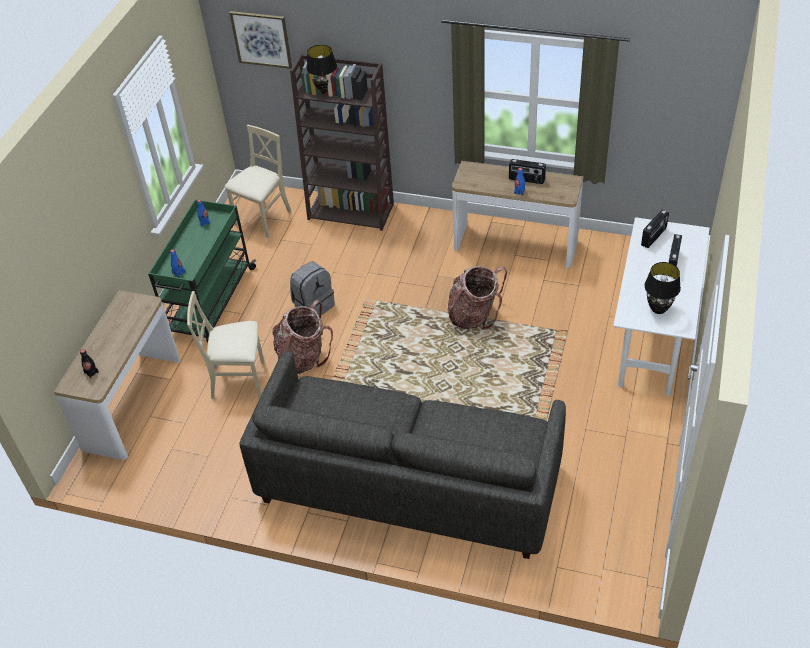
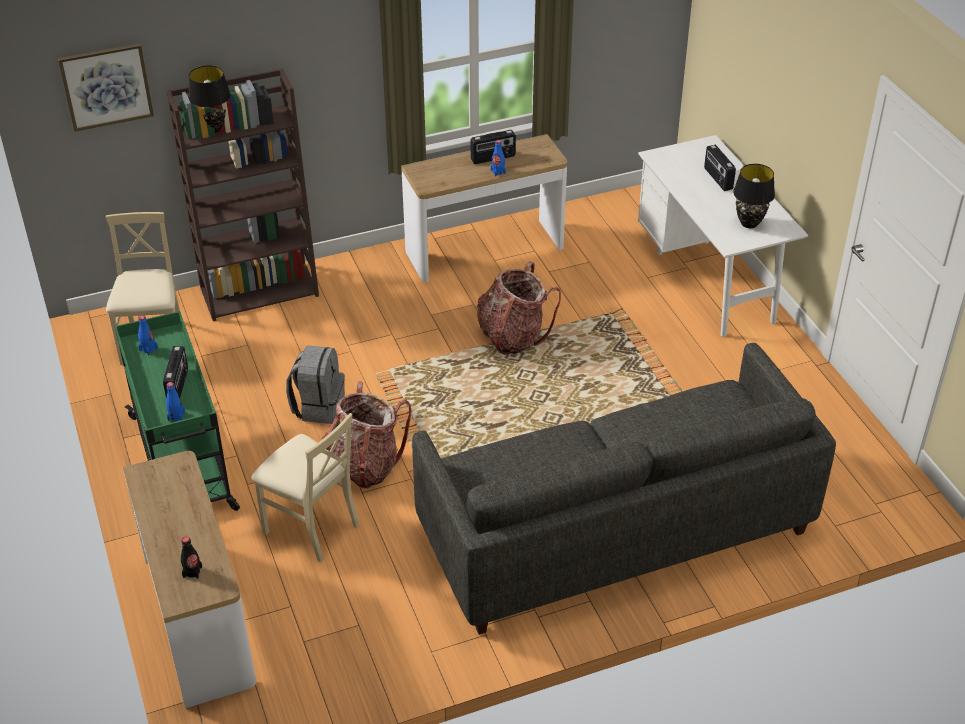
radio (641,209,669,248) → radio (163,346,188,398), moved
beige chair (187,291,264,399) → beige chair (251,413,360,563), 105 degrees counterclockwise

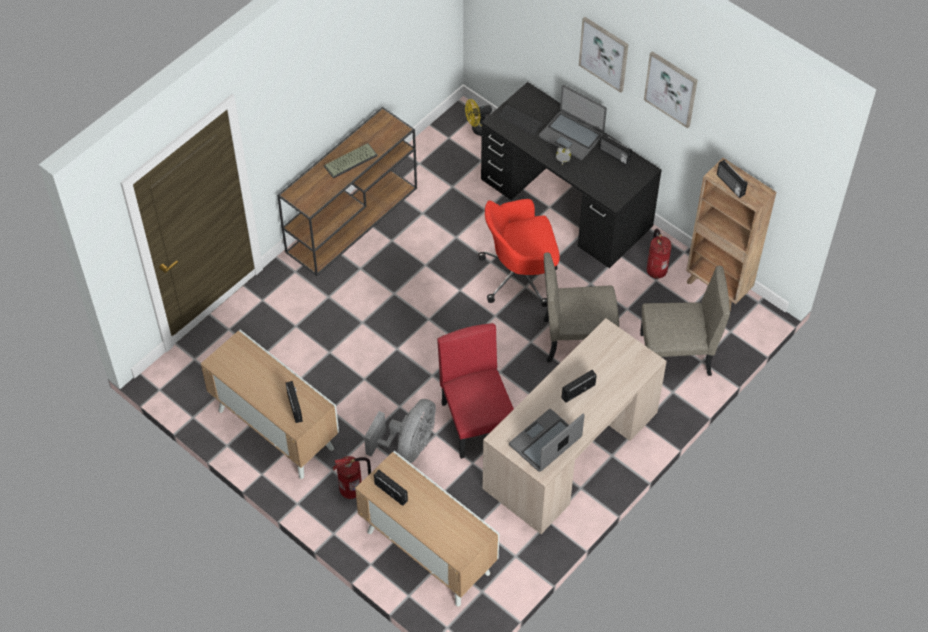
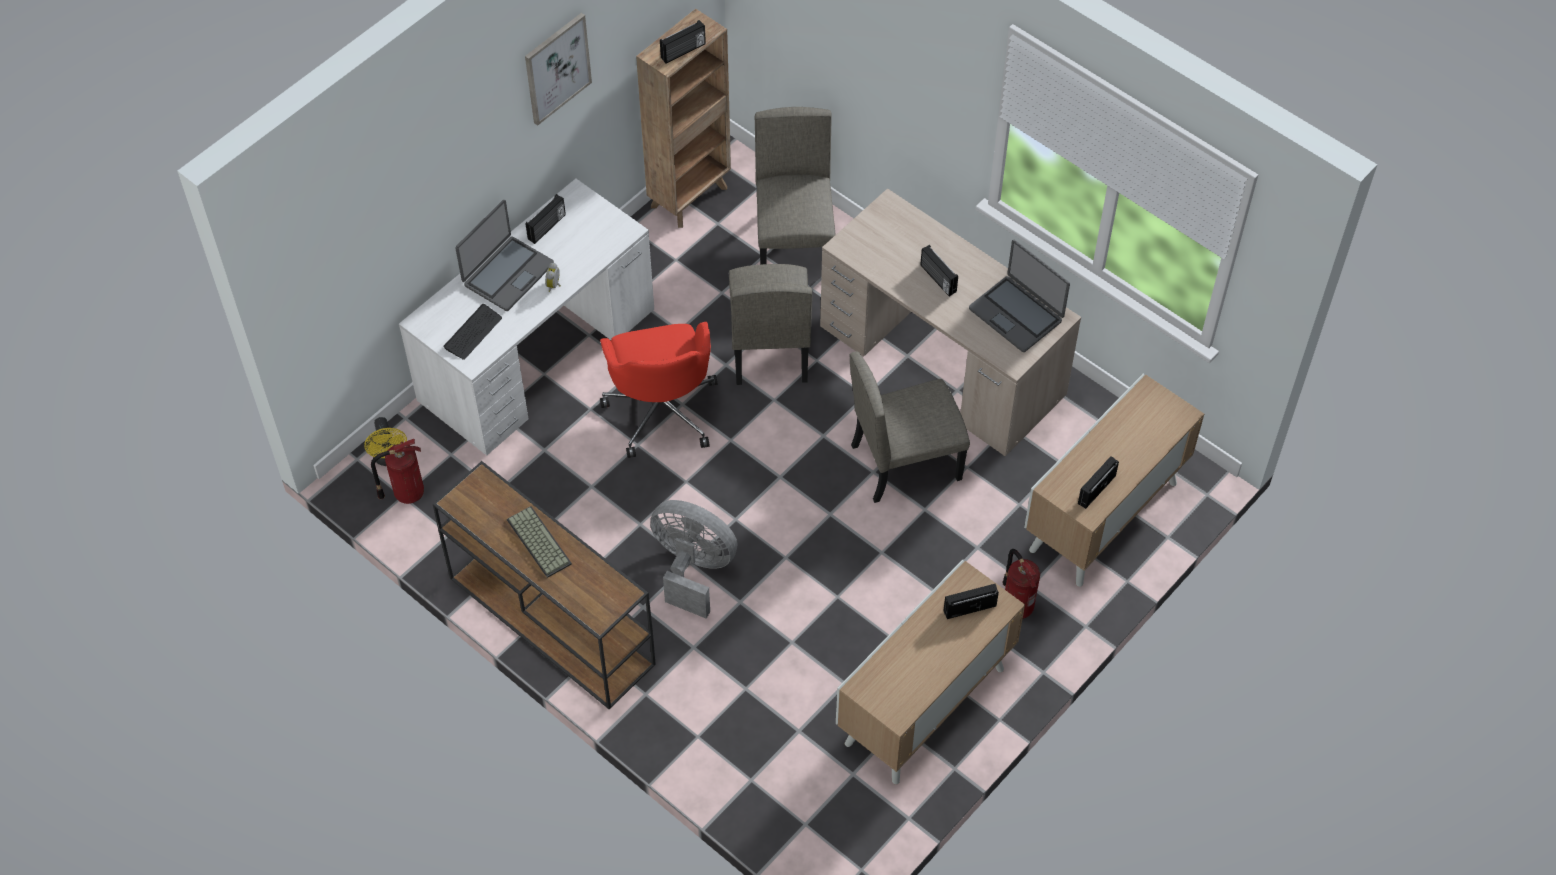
picture (579,17,629,93) → -
grey fan (364,399,436,463) → grey fan (650,500,738,619), moved
fire extinguisher (647,229,672,279) → fire extinguisher (371,439,424,504), moved
red chair (437,323,514,459) → beige chair (850,352,970,503)
black desk (481,82,662,268) → white desk (399,179,654,456)

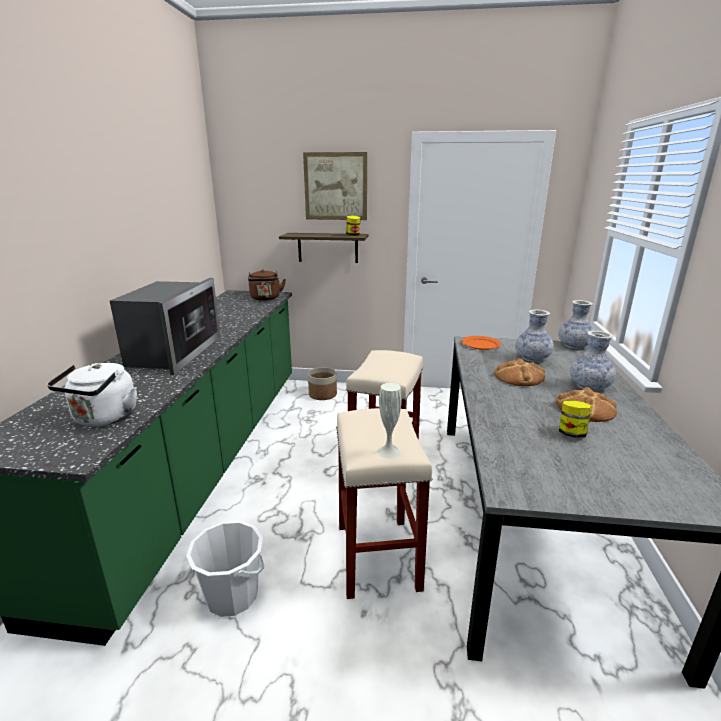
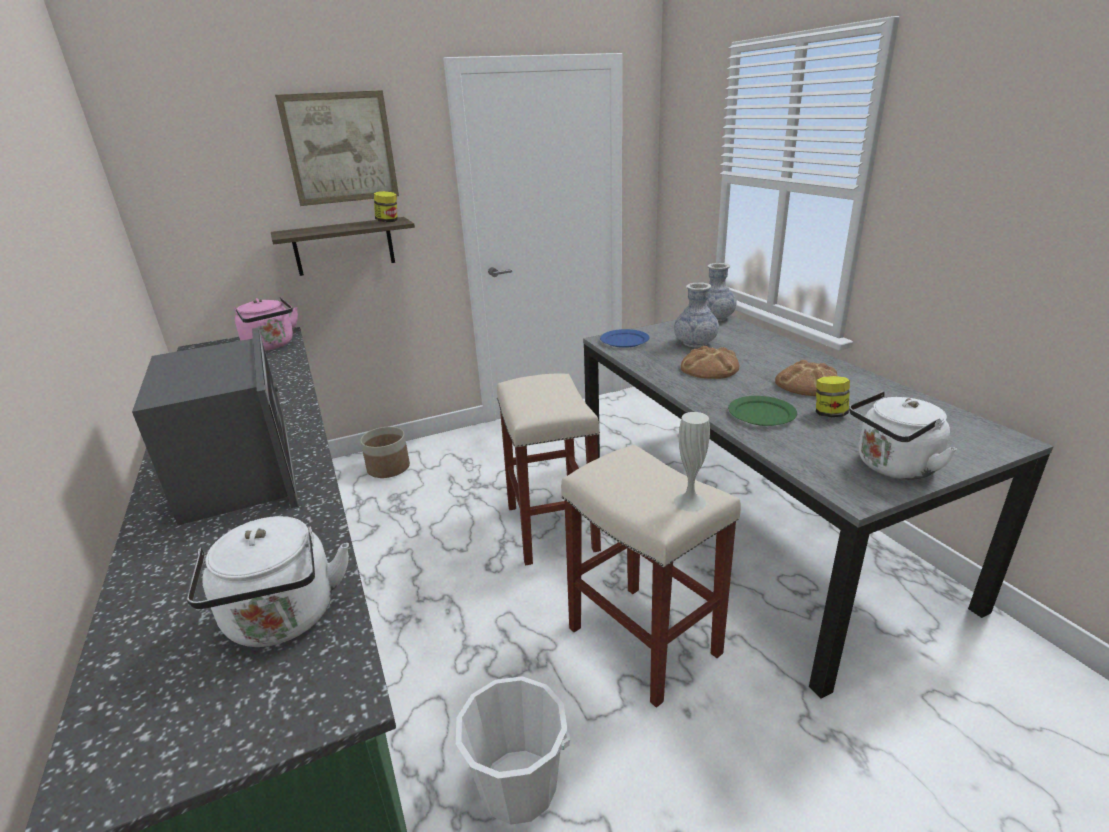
vase (570,331,616,392) → -
- → green plate (728,396,797,426)
- → white kettle (849,392,957,480)
brown kettle (248,269,286,301) → pink kettle (234,297,298,351)
orange plate (462,336,501,350) → blue plate (600,329,650,348)

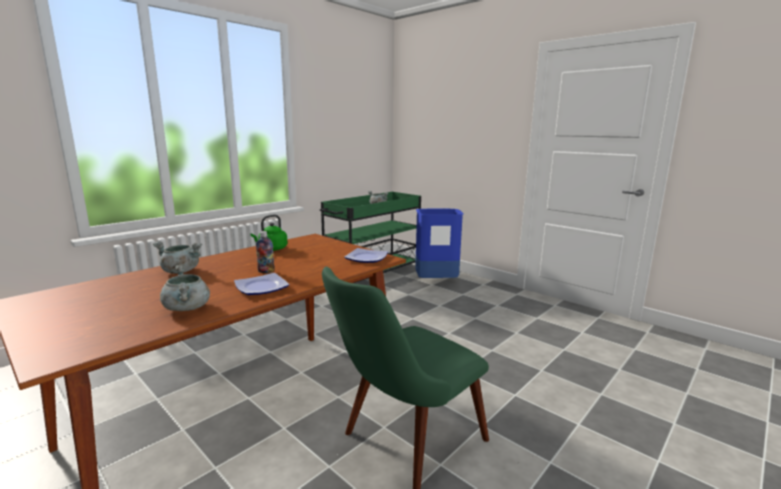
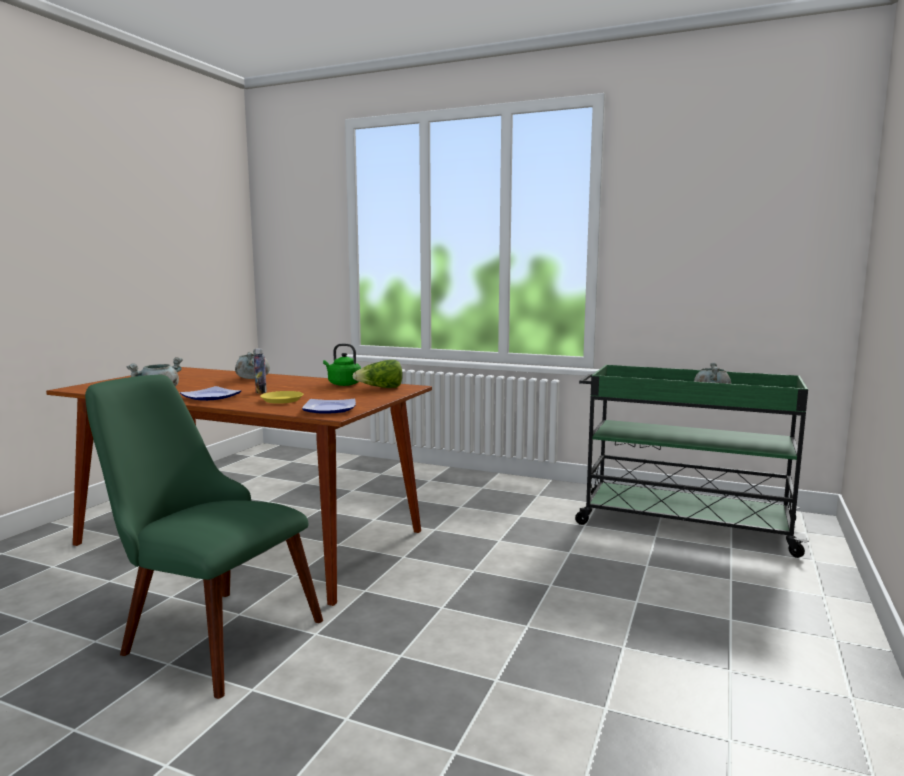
blue trash can (415,209,464,278) → -
- → yellow plate (260,391,304,404)
- → lettuce (353,360,403,388)

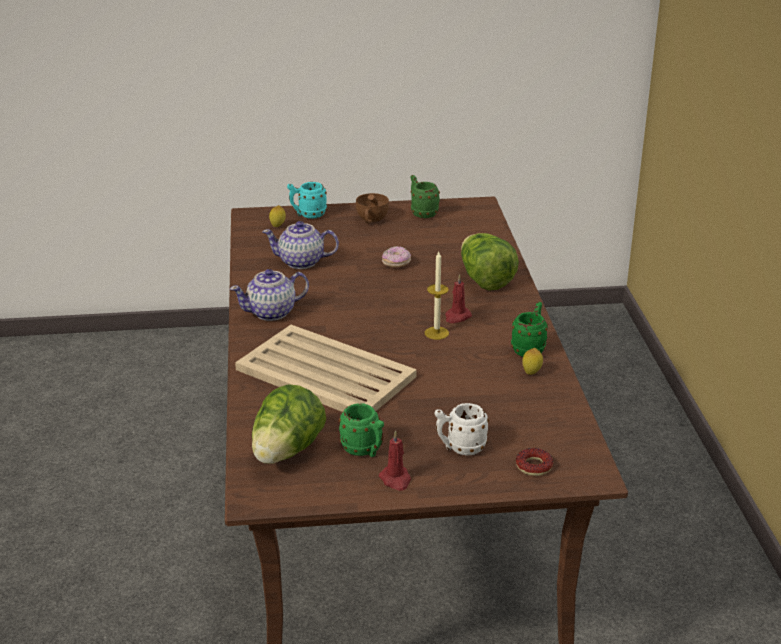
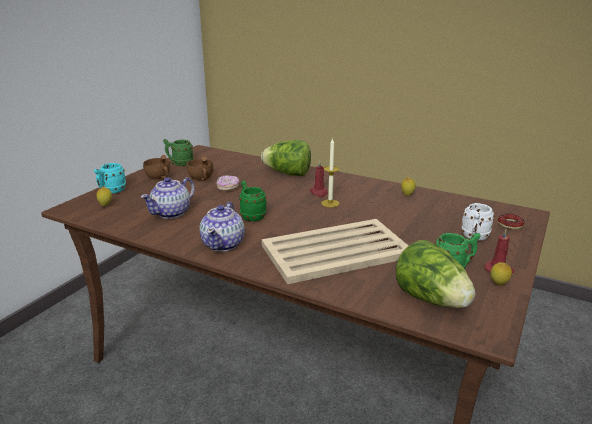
- → brown cup (187,157,213,181)
- → lemon (491,262,512,285)
green mug (511,302,548,357) → green mug (239,181,267,221), moved

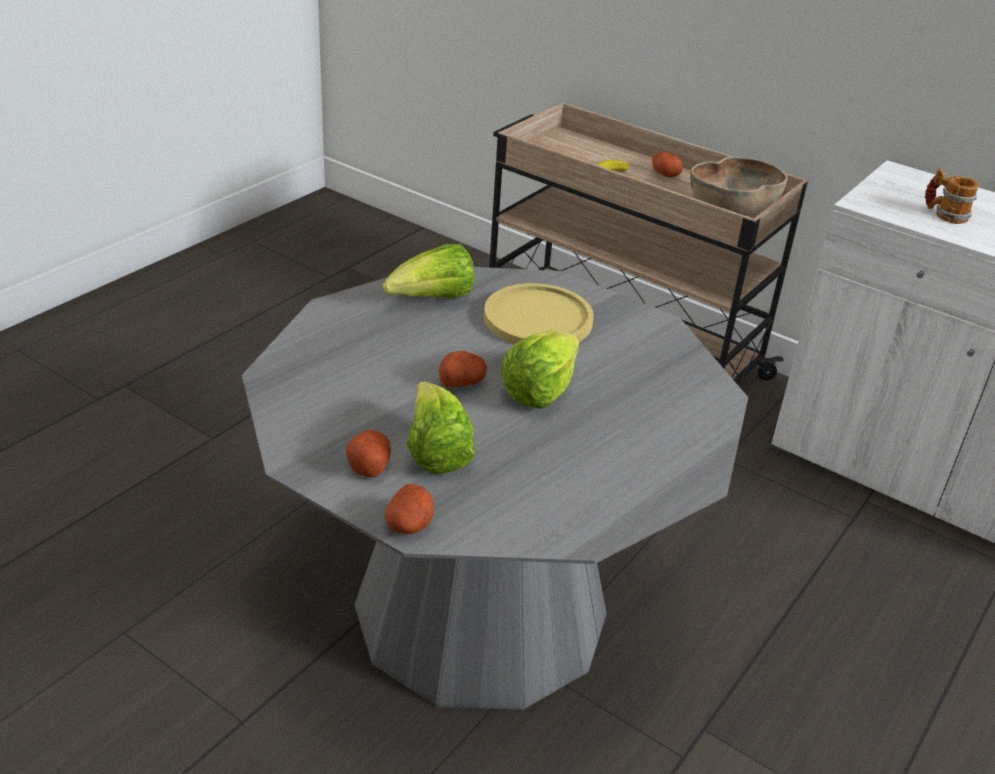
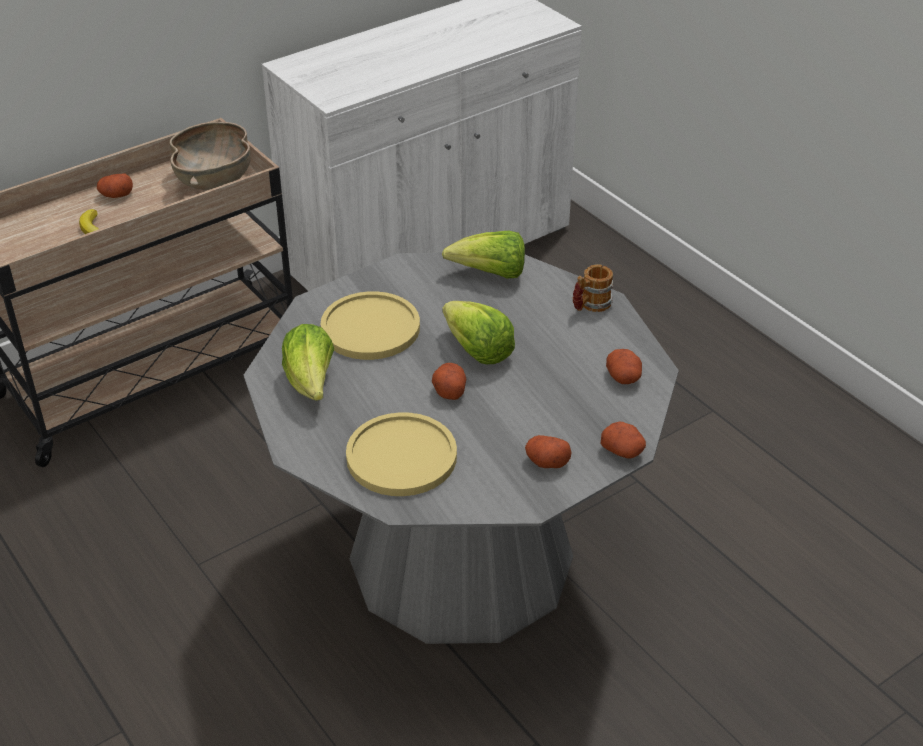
- → yellow plate (346,412,457,496)
- → potato (606,349,642,384)
lettuce (406,382,474,474) → lettuce (442,230,525,279), moved
mug (925,168,979,224) → mug (573,264,614,312), moved

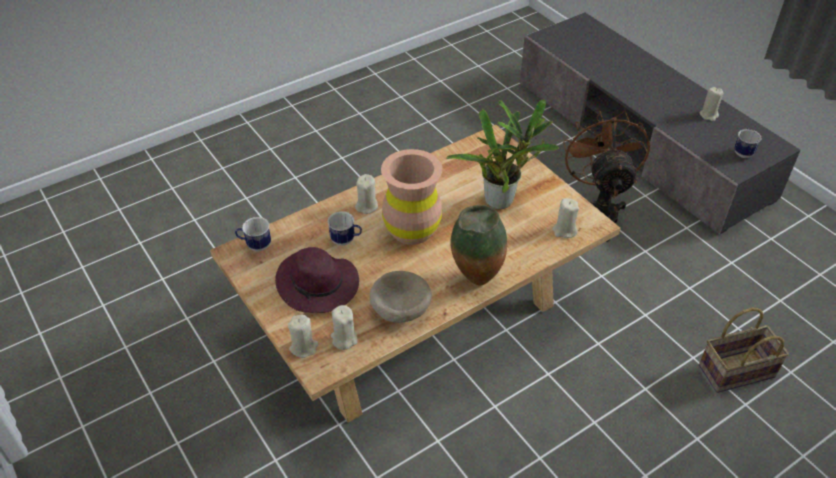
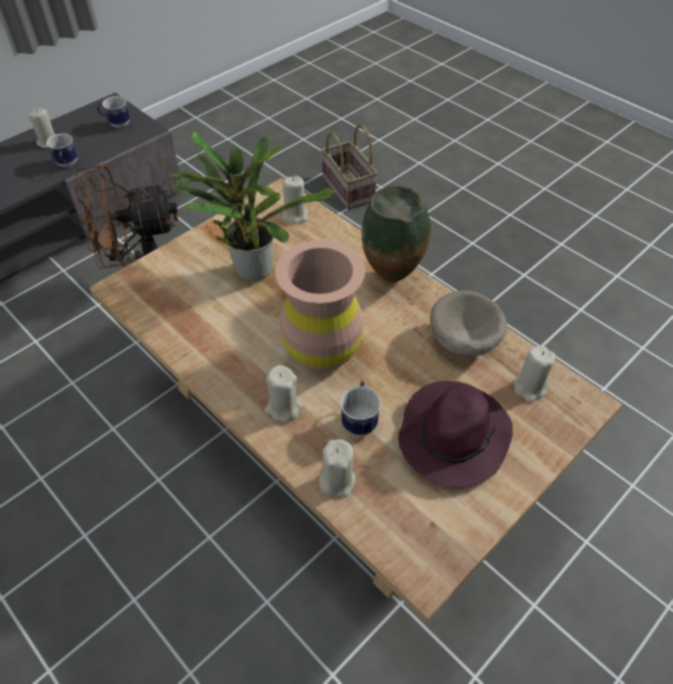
mug (235,217,271,251) → mug (46,133,78,167), moved
beige candle (288,315,318,358) → beige candle (319,439,356,497), moved

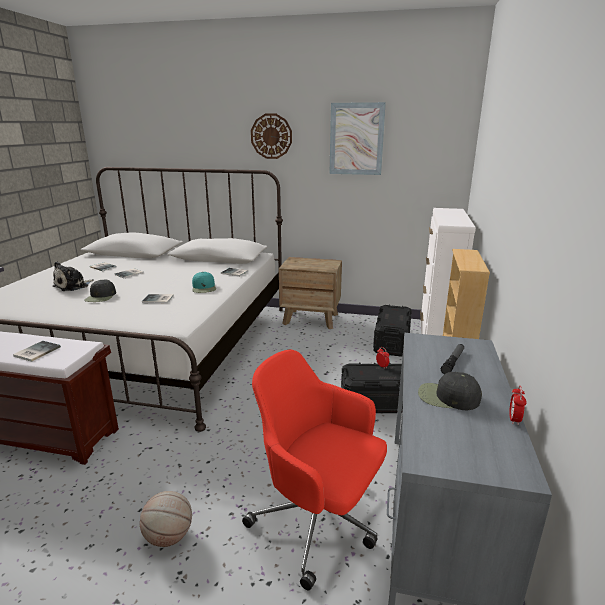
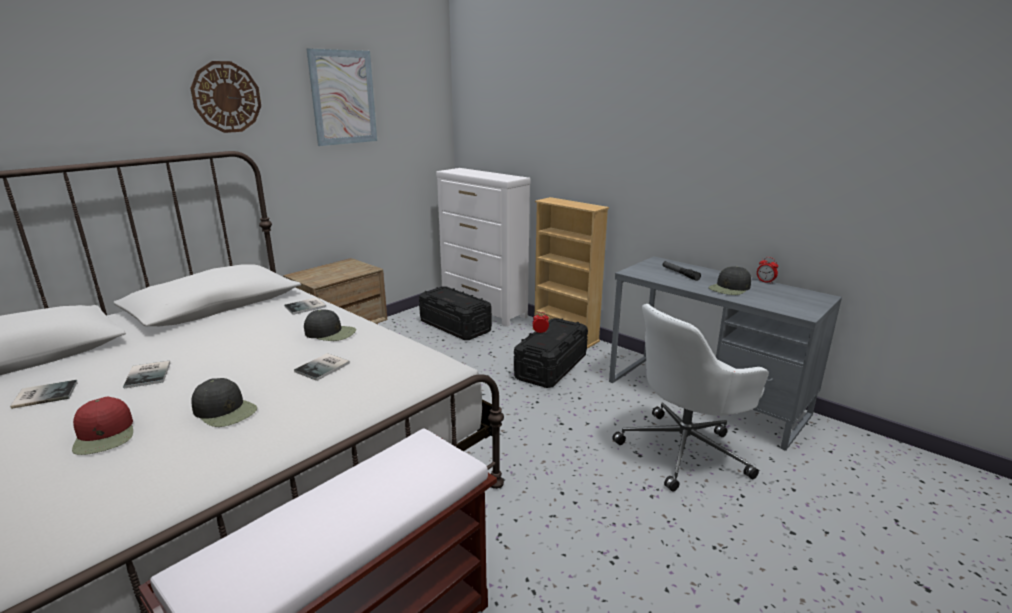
book (13,341,61,362) → -
basketball (140,491,192,547) → -
plush toy (53,261,94,291) → red cap (72,397,133,455)
turquoise cap (192,272,216,293) → black cap (304,309,356,341)
red office chair (242,349,387,590) → white office chair (612,304,769,492)

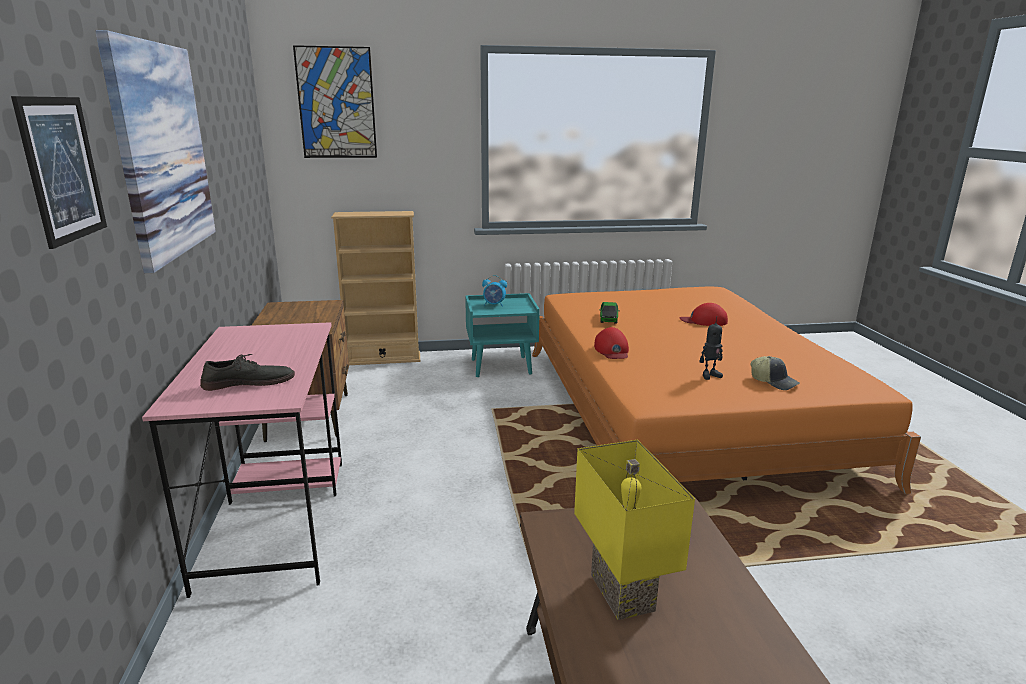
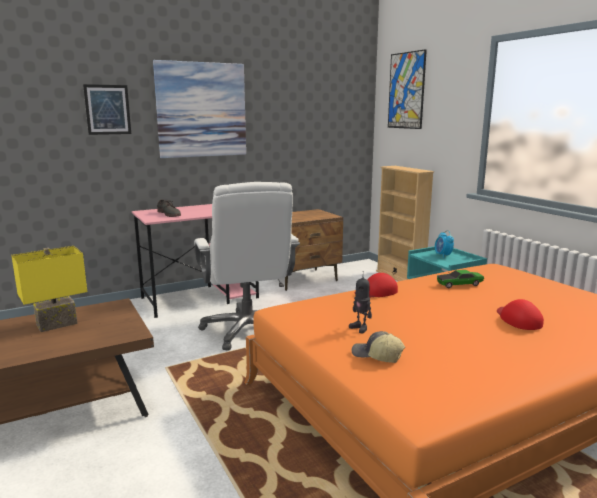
- → white office chair (194,182,300,351)
cap (751,356,800,390) → cap (352,331,405,363), 90 degrees clockwise

